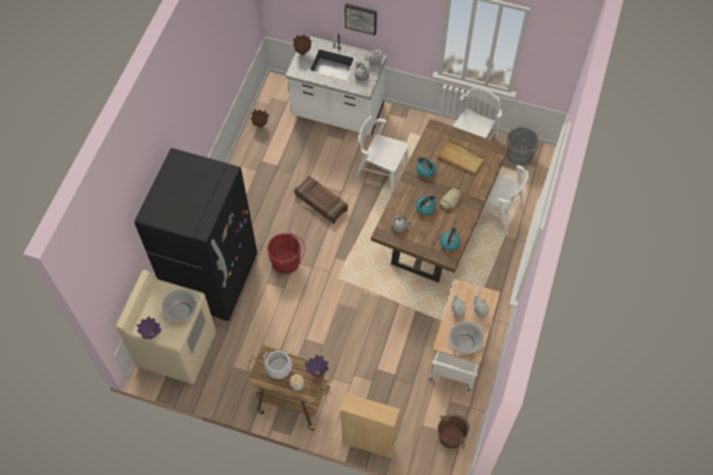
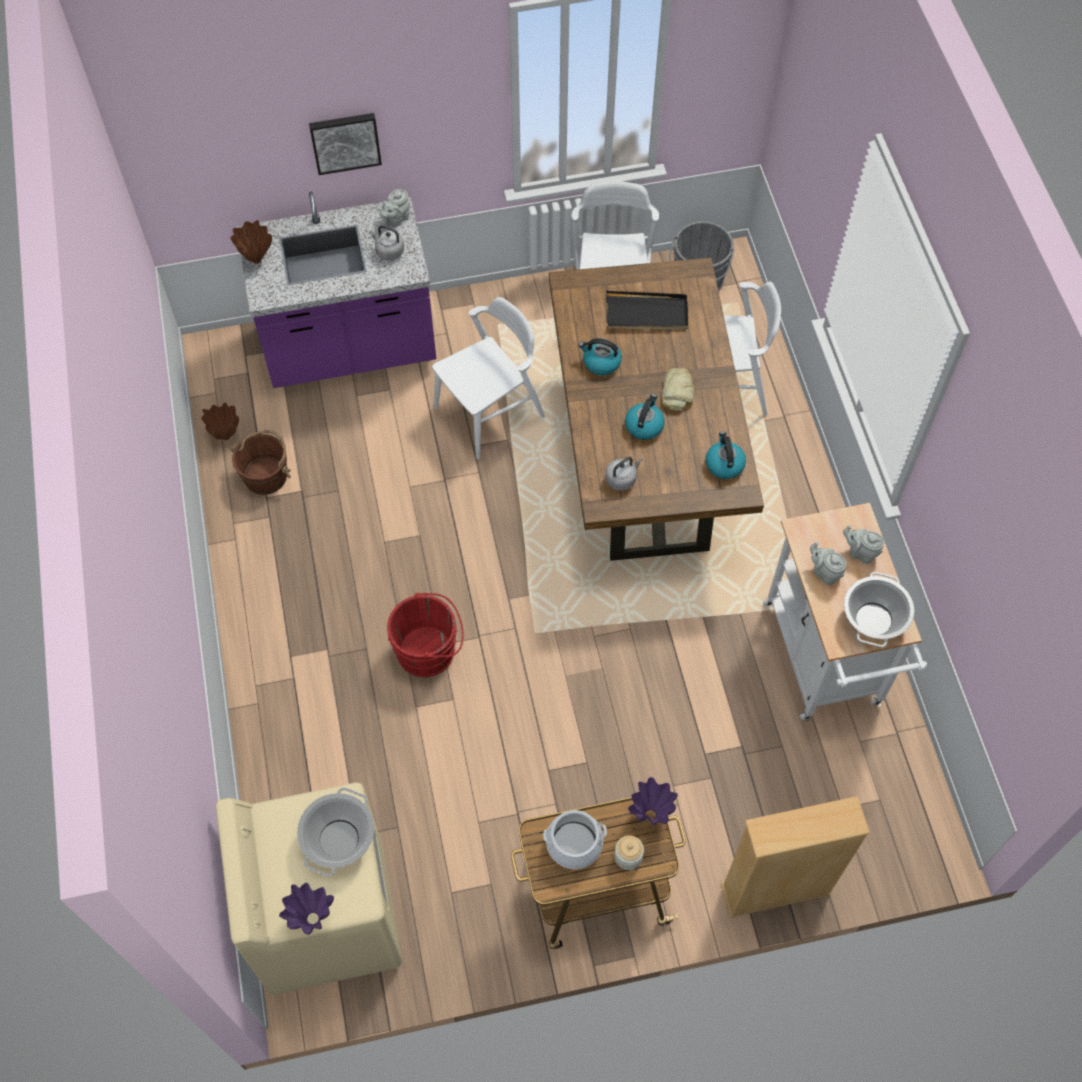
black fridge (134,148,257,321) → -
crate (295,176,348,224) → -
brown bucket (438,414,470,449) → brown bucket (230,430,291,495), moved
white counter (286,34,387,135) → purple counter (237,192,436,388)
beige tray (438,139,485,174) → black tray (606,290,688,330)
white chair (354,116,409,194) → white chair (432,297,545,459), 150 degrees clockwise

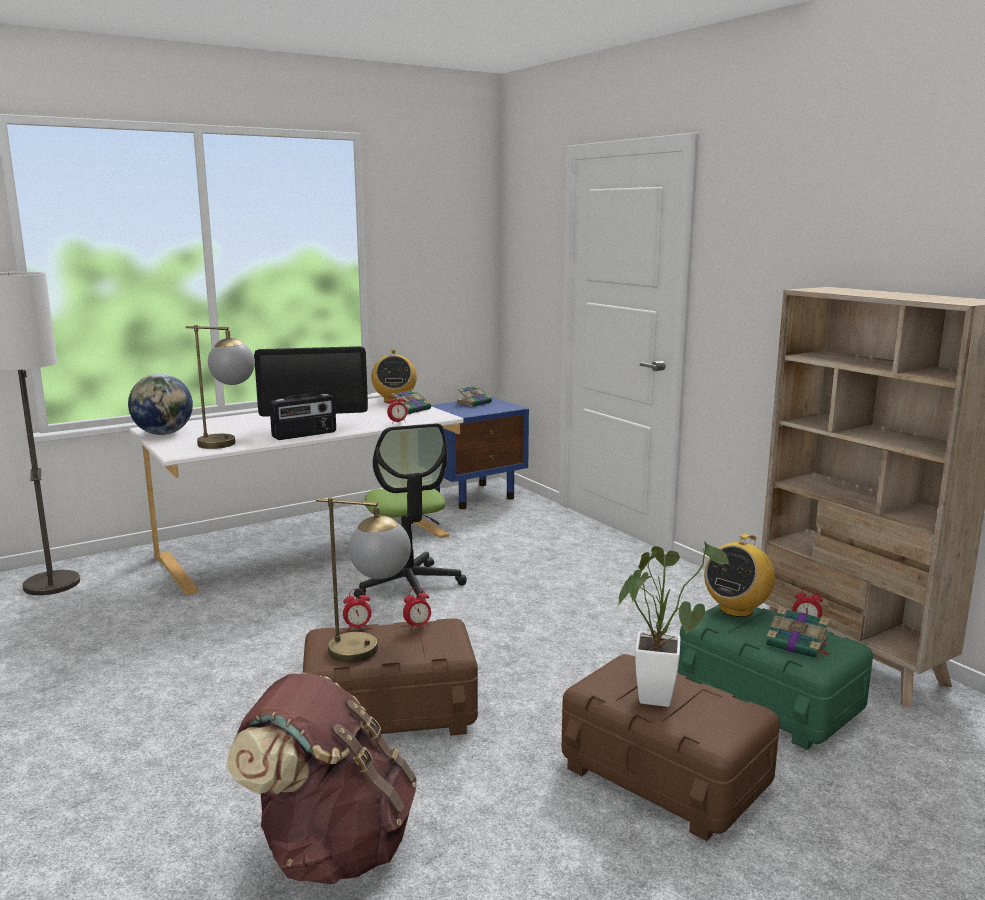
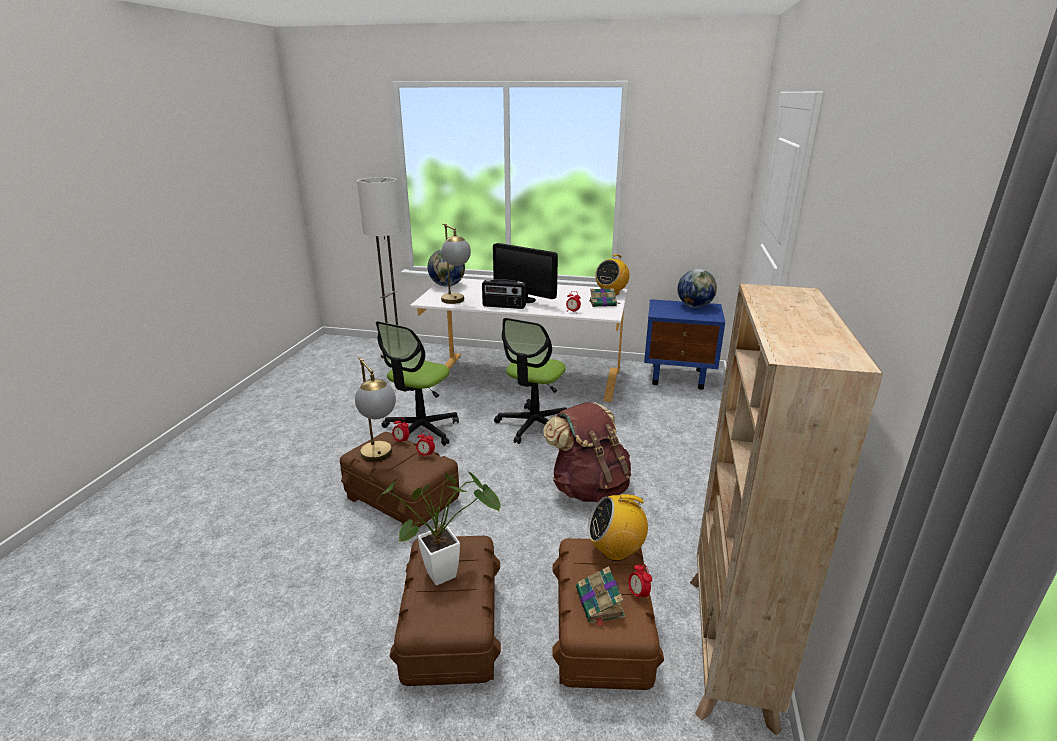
- → office chair (376,321,459,446)
brown backpack (226,672,417,885) → brown backpack (543,402,631,502), moved
book (456,385,492,407) → globe (678,269,717,308)
green storage box (677,604,873,750) → brown storage box (552,538,664,690)

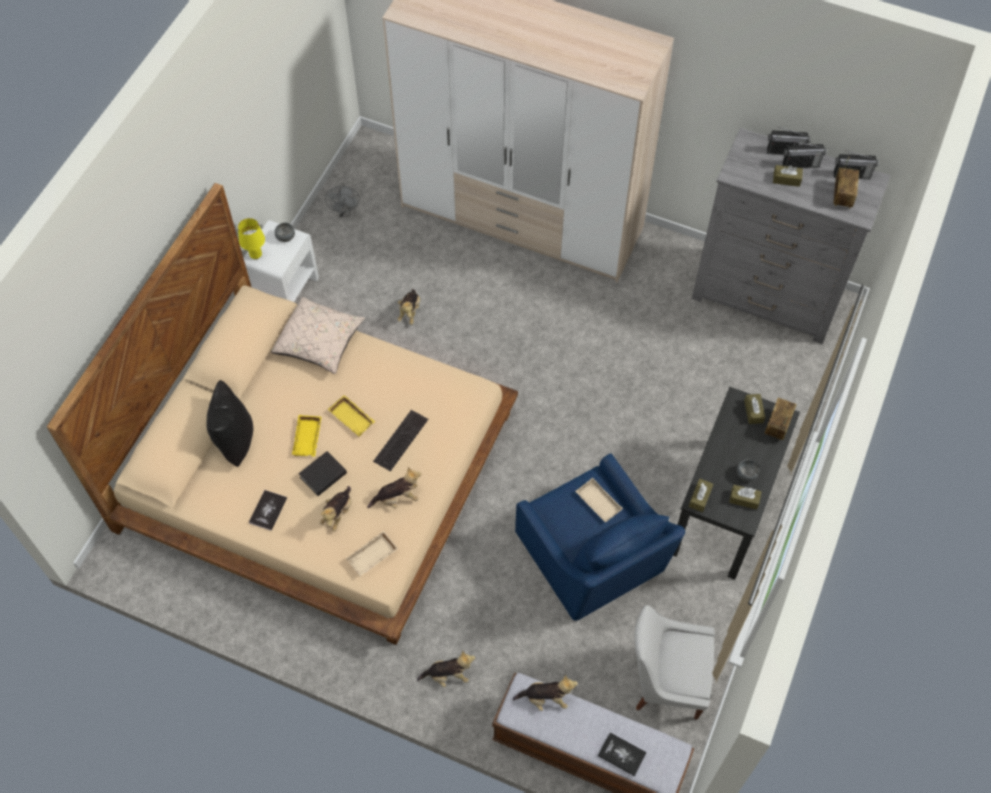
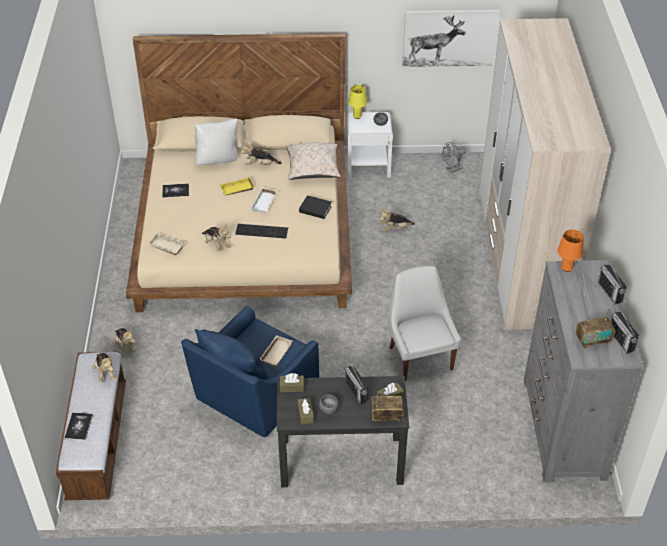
brown tissue box (773,165,803,187) → -
- → picture (402,10,500,67)
- → orange table lamp (558,230,584,272)
black book (299,451,347,496) → black book (299,195,332,219), moved
plush toy (320,486,352,532) → plush toy (241,142,282,166), moved
white chair (634,605,715,720) → white chair (388,266,461,381), moved
radio (783,142,827,168) → radio (345,362,368,405), moved
black pillow (206,380,253,467) → white pillow (195,119,238,165)
yellow tray (328,395,375,437) → white tray (251,187,277,213)

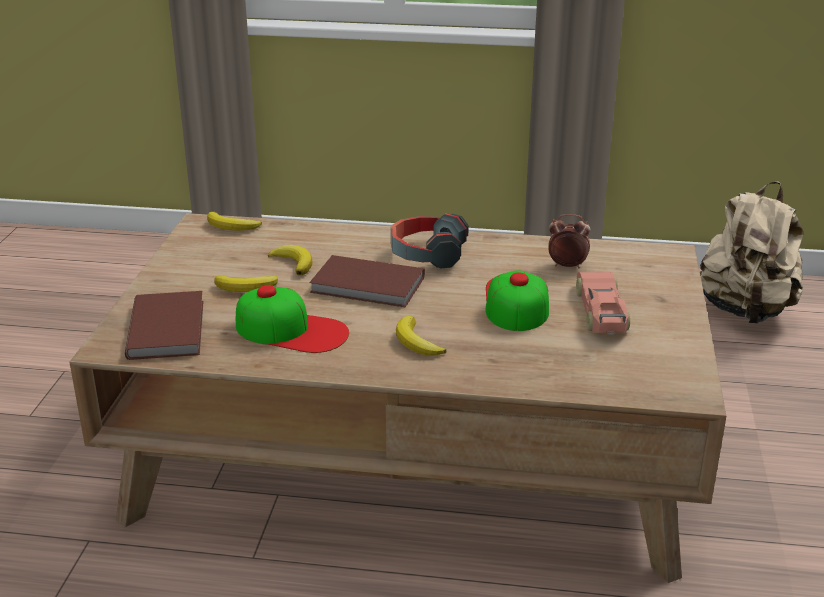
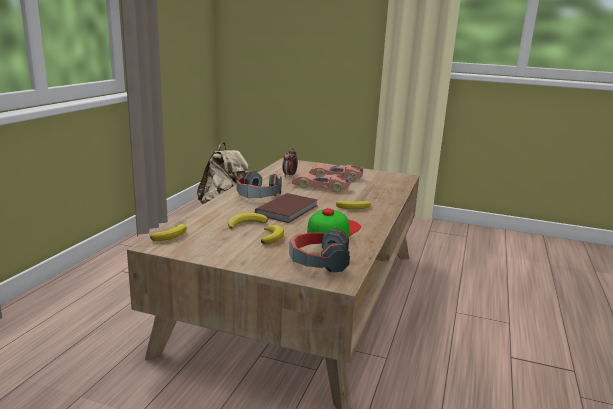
brown book (125,291,204,360) → headphones (289,229,350,273)
cap (485,270,549,331) → toy car (292,173,351,192)

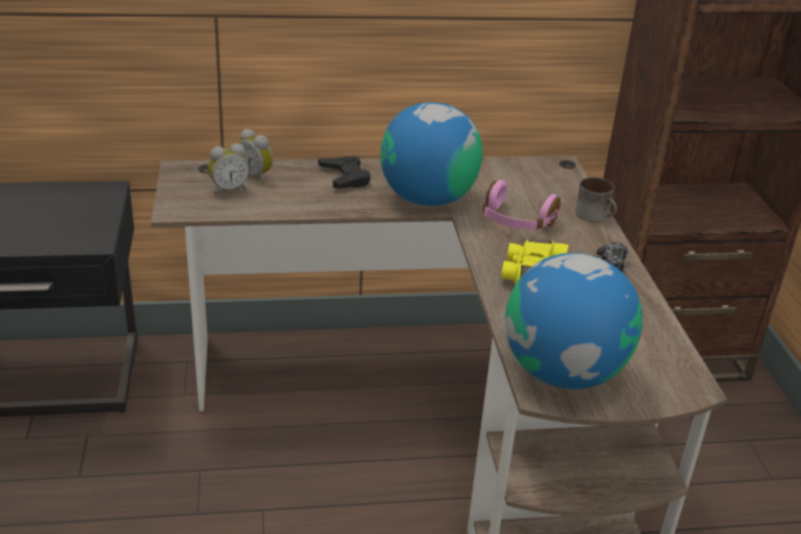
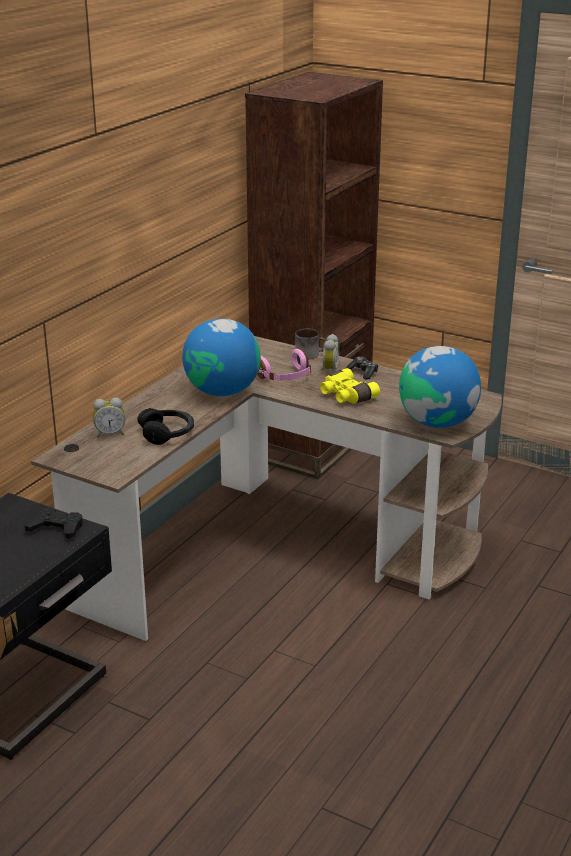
- → black headphones (137,408,194,445)
alarm clock (208,144,249,195) → alarm clock (321,334,339,374), moved
black game controller (318,156,371,189) → black game controller (25,508,83,539), moved

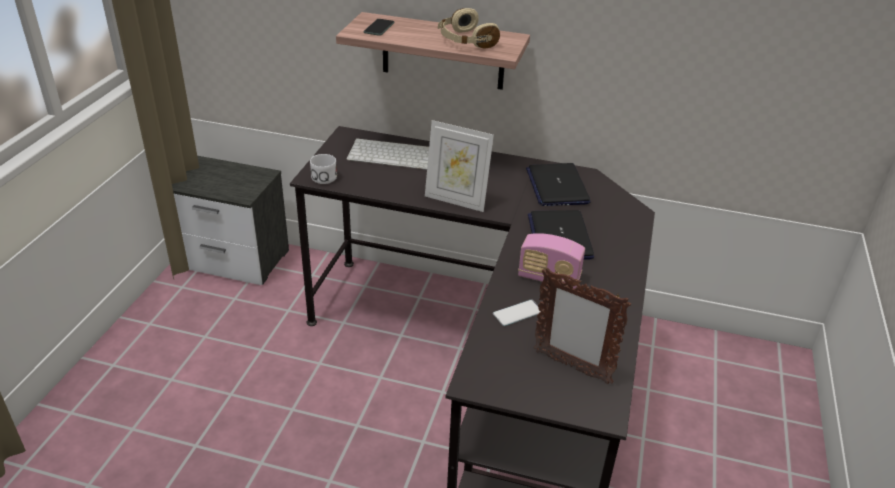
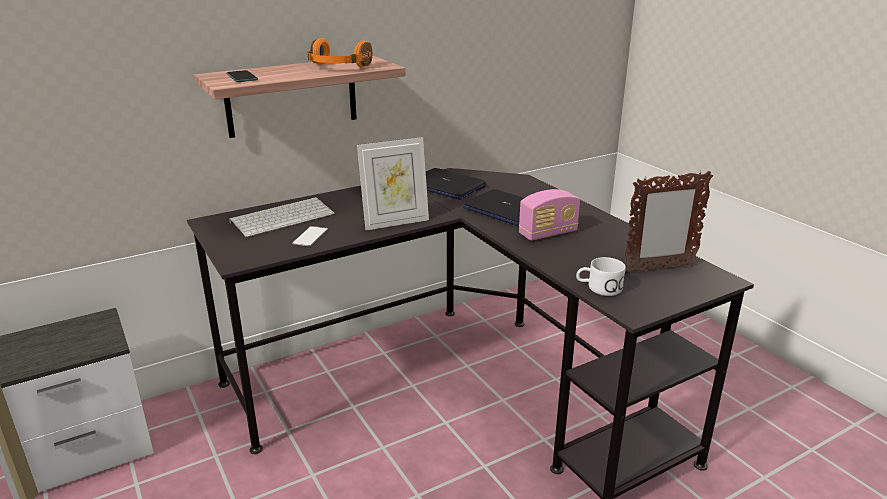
white mug (310,154,337,184) → white mug (576,257,626,296), moved
phone (493,300,540,326) → phone (292,226,328,246), moved
beige headphones (438,8,500,48) → orange headphones (308,38,372,67)

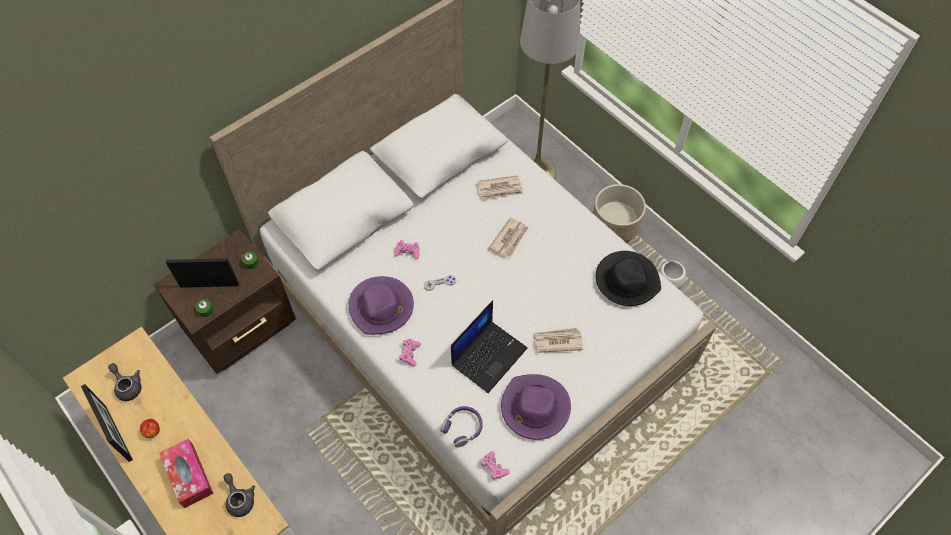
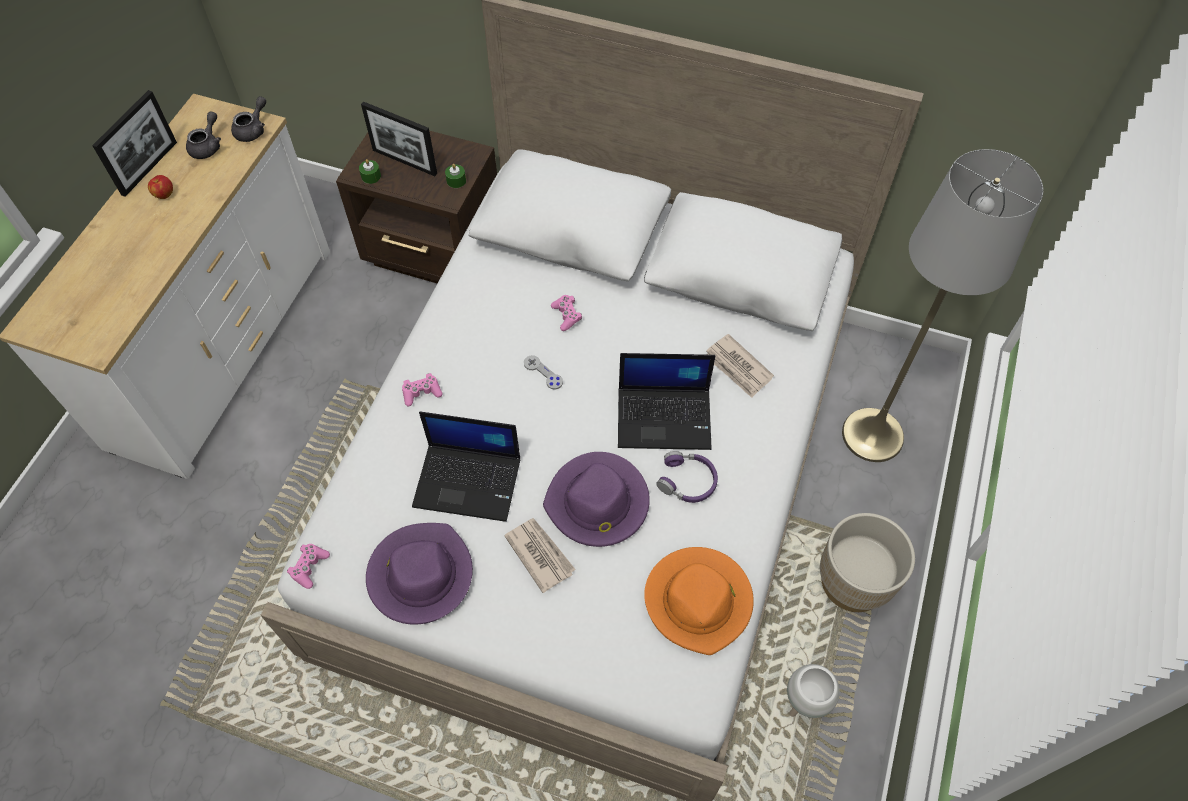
tissue box (159,439,213,508) → -
grey teapot (223,473,255,517) → grey teapot (231,96,266,142), moved
purple hat (349,276,414,335) → purple hat (543,452,650,547), moved
purple headphones (441,406,483,447) → purple headphones (656,451,718,503), moved
newspaper (489,217,529,258) → laptop (618,353,716,450)
black hat (596,251,661,306) → orange hat (644,547,754,655)
picture frame (166,258,239,288) → picture frame (361,102,437,176), 150 degrees clockwise

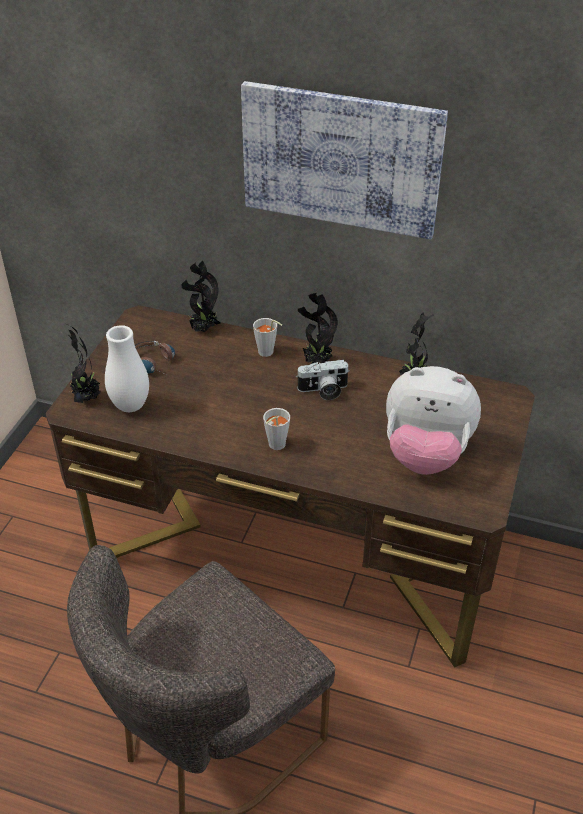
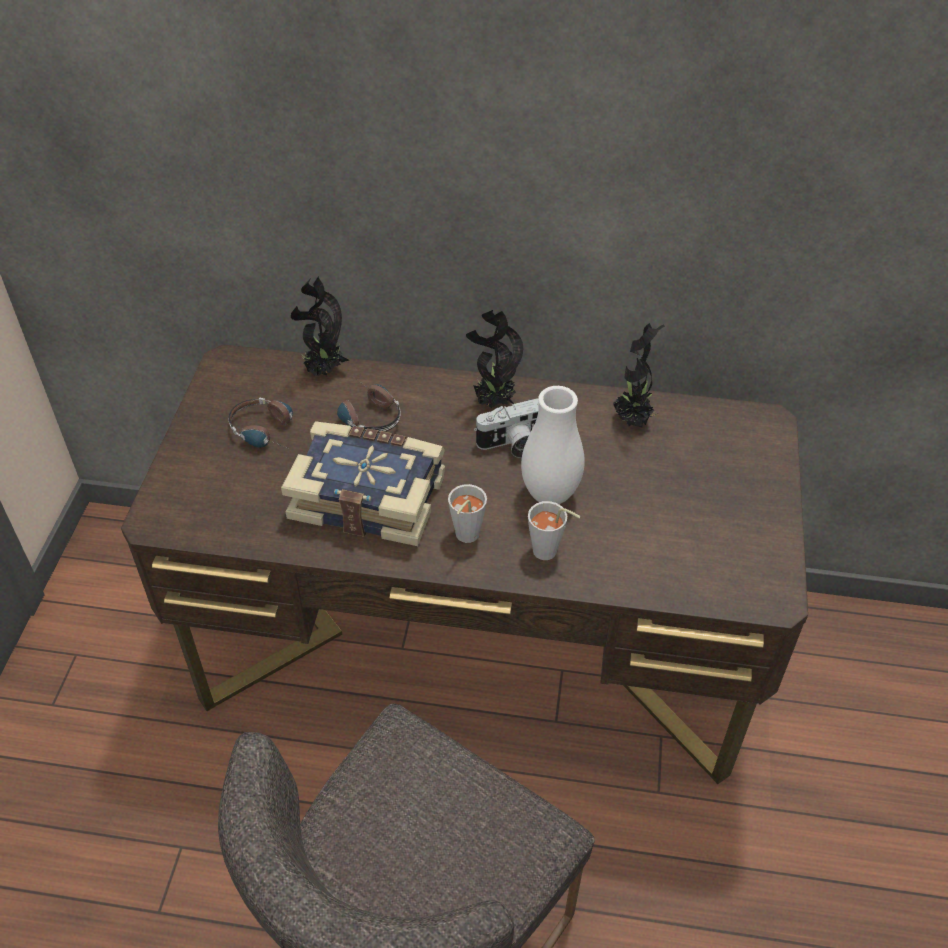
potted plant (62,324,100,403) → -
picture (241,81,448,239) → -
plush toy (386,366,481,475) → -
- → book (281,421,445,546)
- → headphones (337,378,400,432)
white vase (105,325,149,412) → white vase (521,386,585,504), moved
grey cup (253,318,282,357) → grey cup (528,501,581,560), moved

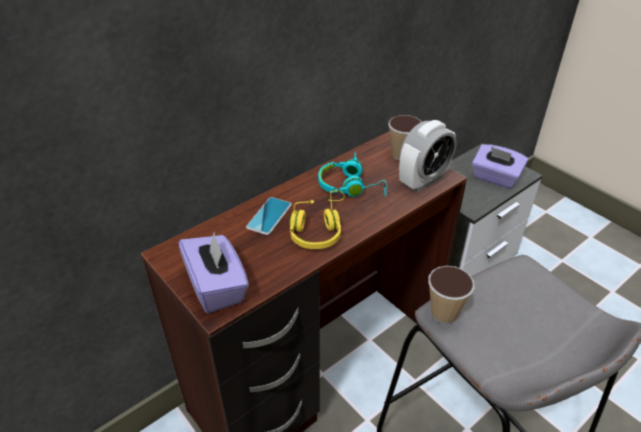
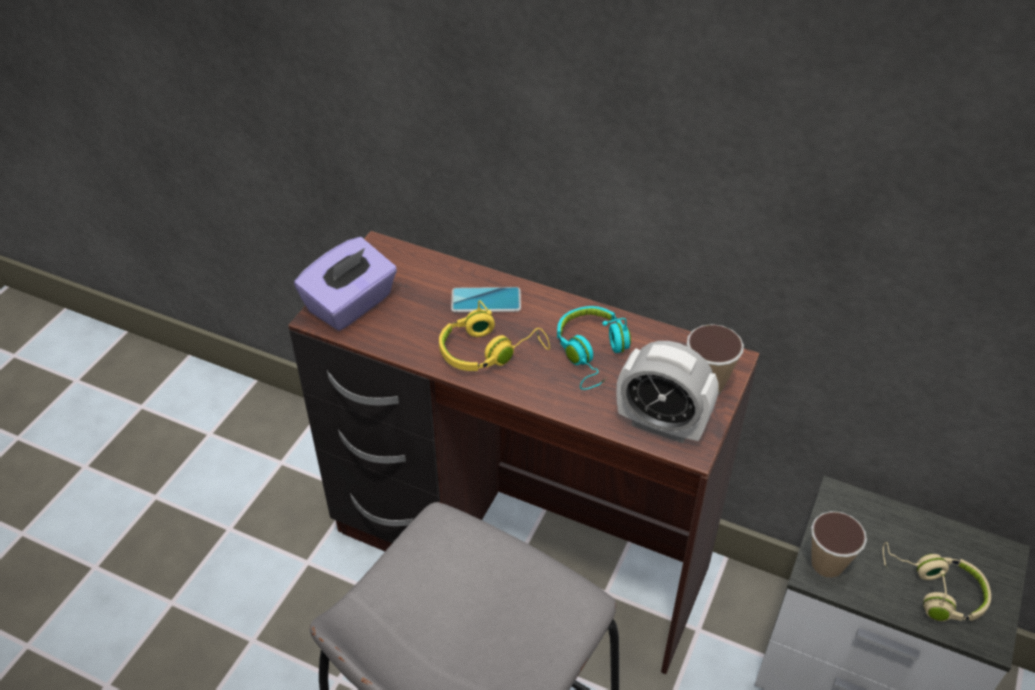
cup (428,266,475,324) → cup (811,511,867,579), moved
purple tissue box (472,144,528,189) → beige headphones (883,542,991,621)

